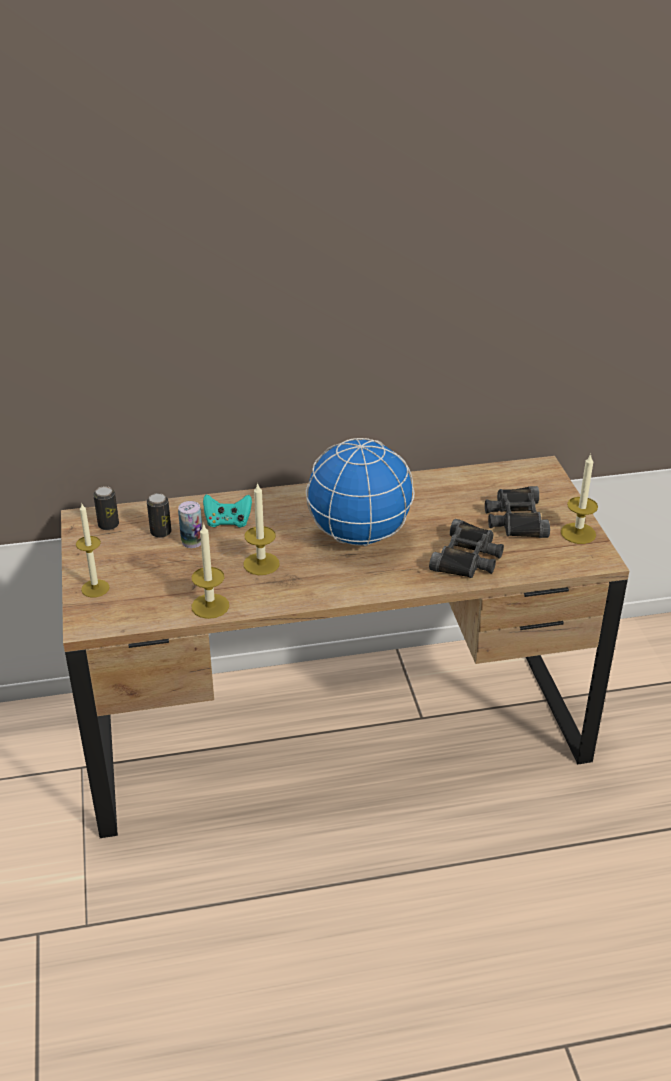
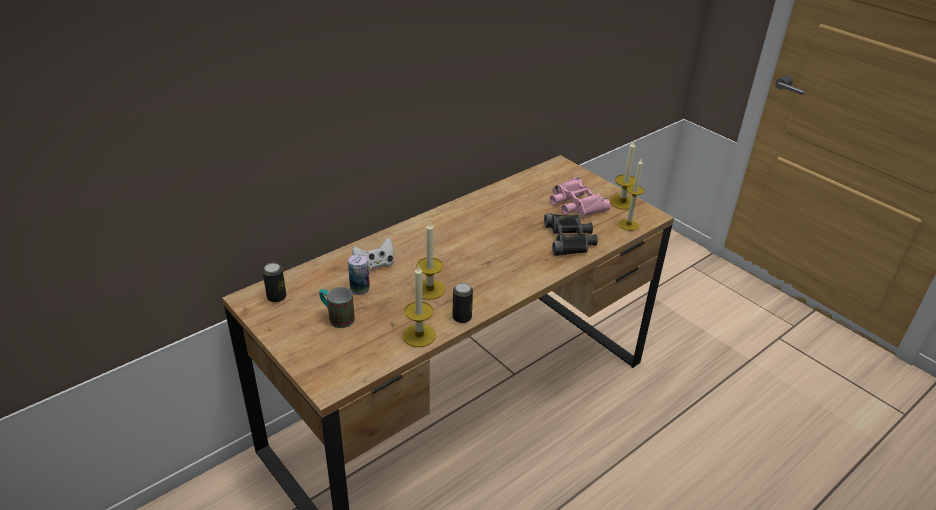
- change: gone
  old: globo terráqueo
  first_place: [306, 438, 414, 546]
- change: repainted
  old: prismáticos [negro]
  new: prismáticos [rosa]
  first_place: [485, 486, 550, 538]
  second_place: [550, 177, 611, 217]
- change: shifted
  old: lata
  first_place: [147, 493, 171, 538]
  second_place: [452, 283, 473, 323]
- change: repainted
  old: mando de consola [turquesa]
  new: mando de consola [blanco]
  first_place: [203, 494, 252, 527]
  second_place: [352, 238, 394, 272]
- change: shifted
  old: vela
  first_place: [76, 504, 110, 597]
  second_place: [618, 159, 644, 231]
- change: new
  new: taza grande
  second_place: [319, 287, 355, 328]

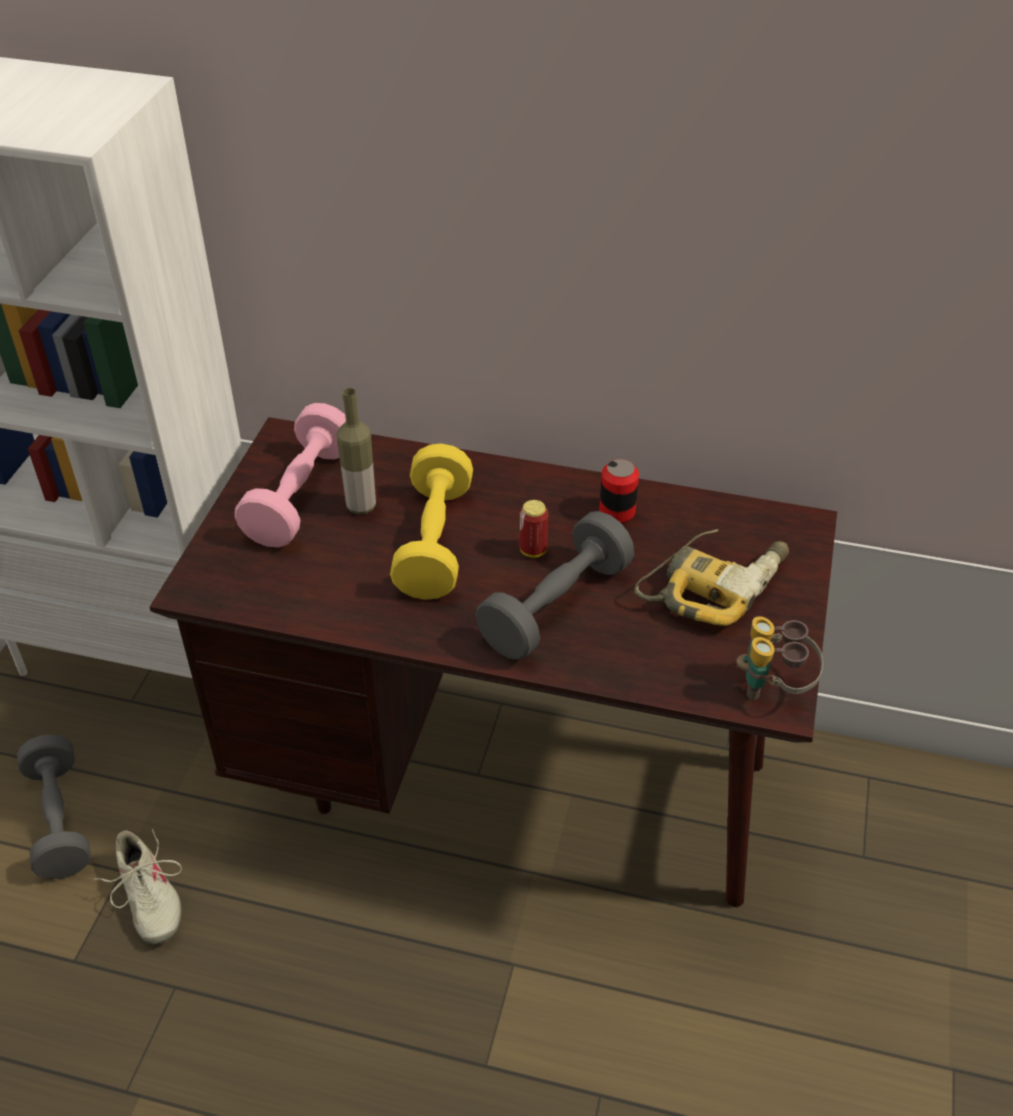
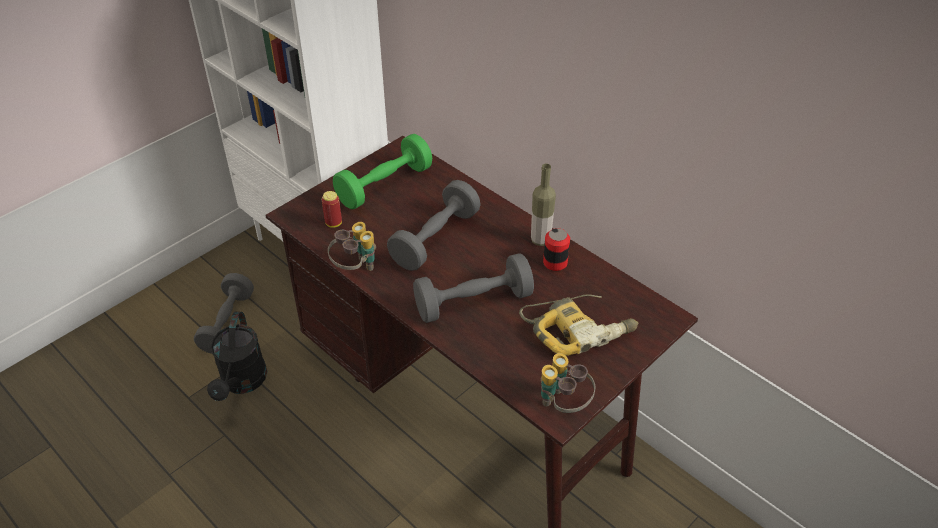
- change: shifted
  old: botella
  first_place: [337, 388, 376, 515]
  second_place: [531, 163, 556, 246]
- change: repainted
  old: mancuerna [rosa]
  new: mancuerna [verde]
  first_place: [235, 403, 346, 547]
  second_place: [333, 134, 432, 209]
- change: repainted
  old: mancuerna [amarillo]
  new: mancuerna [gris]
  first_place: [390, 444, 473, 600]
  second_place: [387, 180, 481, 271]
- change: shifted
  old: lata
  first_place: [520, 500, 548, 558]
  second_place: [322, 191, 342, 228]
- change: swapped
  old: zapato [beis]
  new: regadera [negro]
  first_place: [94, 829, 182, 945]
  second_place: [207, 312, 267, 401]
- change: new
  new: prismáticos
  second_place: [328, 222, 376, 271]

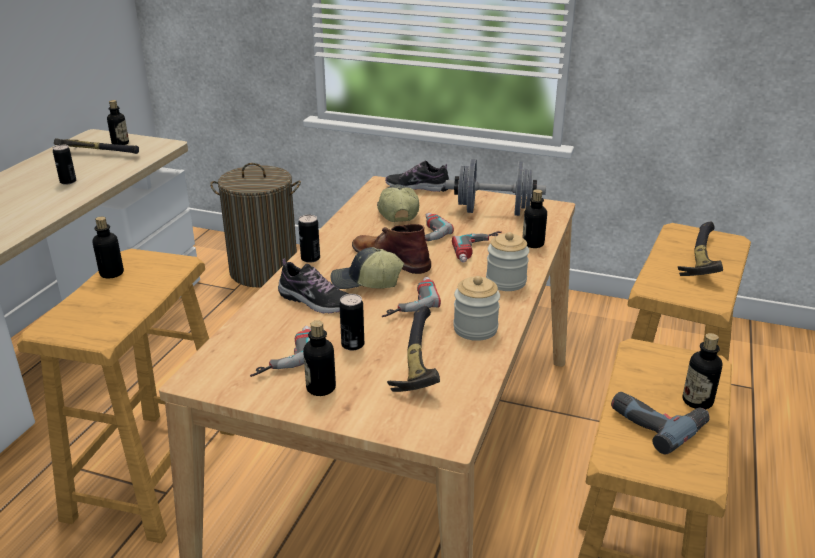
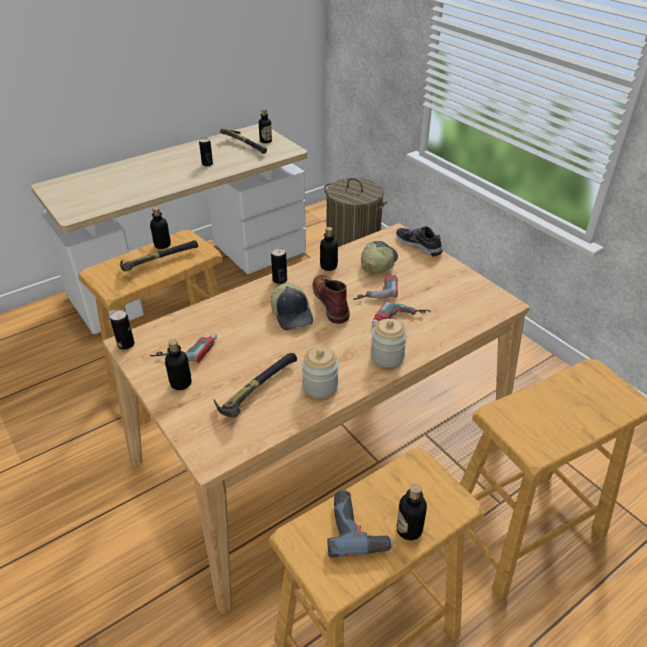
- change: gone
  old: mancuerna [gris]
  first_place: [445, 159, 546, 216]
- change: shifted
  old: botella
  first_place: [522, 189, 547, 248]
  second_place: [320, 227, 338, 271]
- change: shifted
  old: martillo
  first_place: [678, 222, 723, 276]
  second_place: [120, 240, 198, 271]
- change: rotated
  old: gorra
  first_place: [331, 247, 404, 289]
  second_place: [271, 284, 313, 330]
  degrees: -150
- change: gone
  old: zapato
  first_place: [278, 258, 349, 313]
- change: gone
  old: taladro
  first_place: [382, 277, 441, 317]
- change: shifted
  old: lata
  first_place: [339, 294, 364, 351]
  second_place: [110, 310, 135, 350]

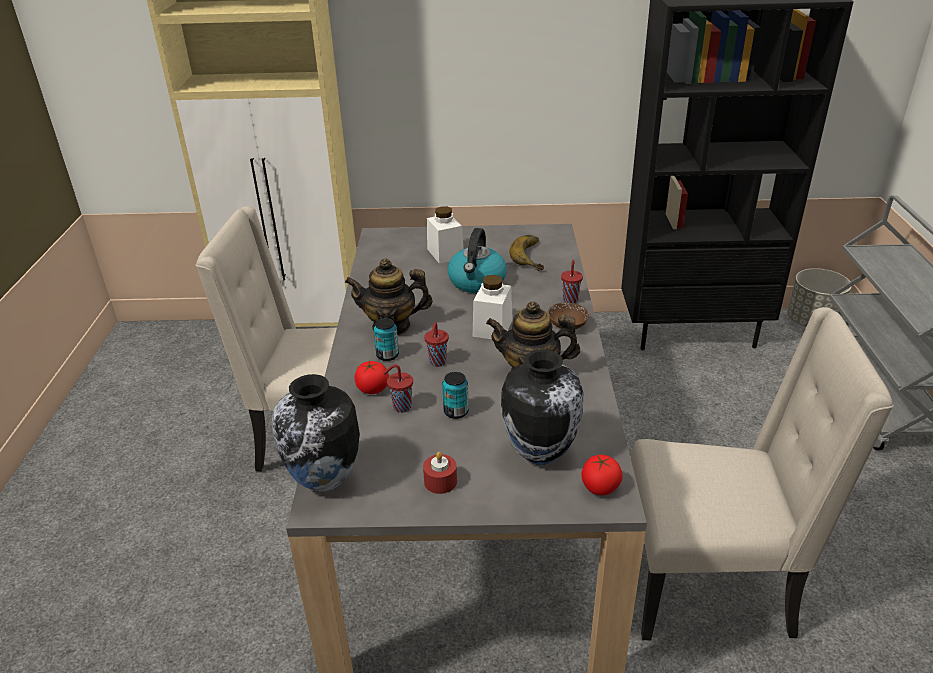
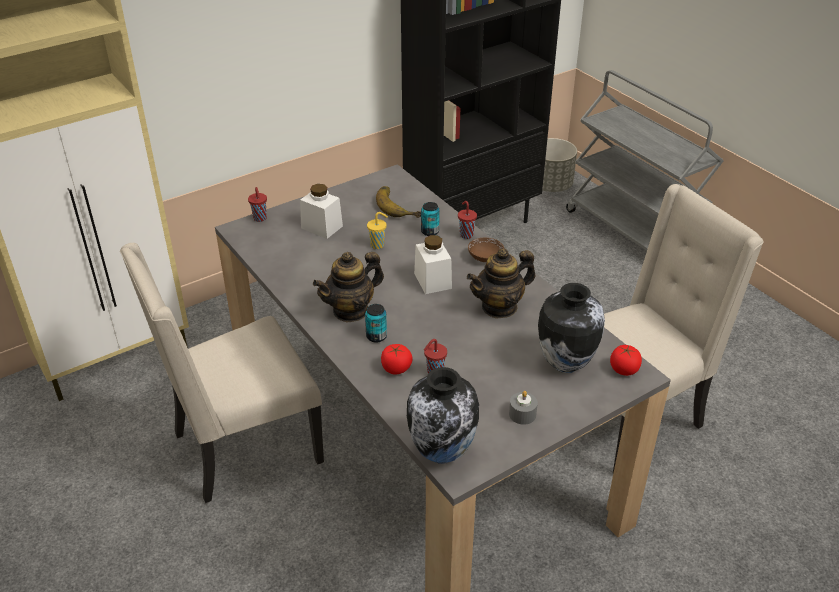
- change: swapped
  old: hervidor
  new: taza [amarillo]
  first_place: [447, 228, 507, 293]
  second_place: [367, 212, 388, 249]
- change: shifted
  old: taza [rojo]
  first_place: [424, 322, 449, 367]
  second_place: [248, 187, 267, 222]
- change: shifted
  old: lata
  first_place: [442, 372, 469, 419]
  second_place: [421, 202, 440, 236]
- change: repainted
  old: vela [rojo]
  new: vela [gris]
  first_place: [423, 452, 457, 494]
  second_place: [509, 391, 538, 425]

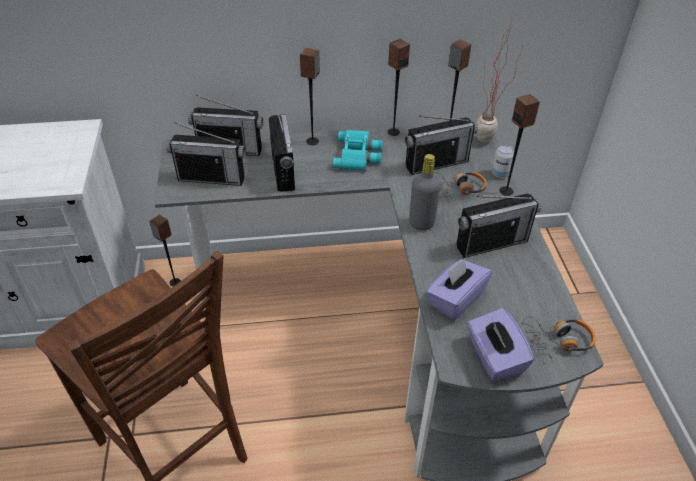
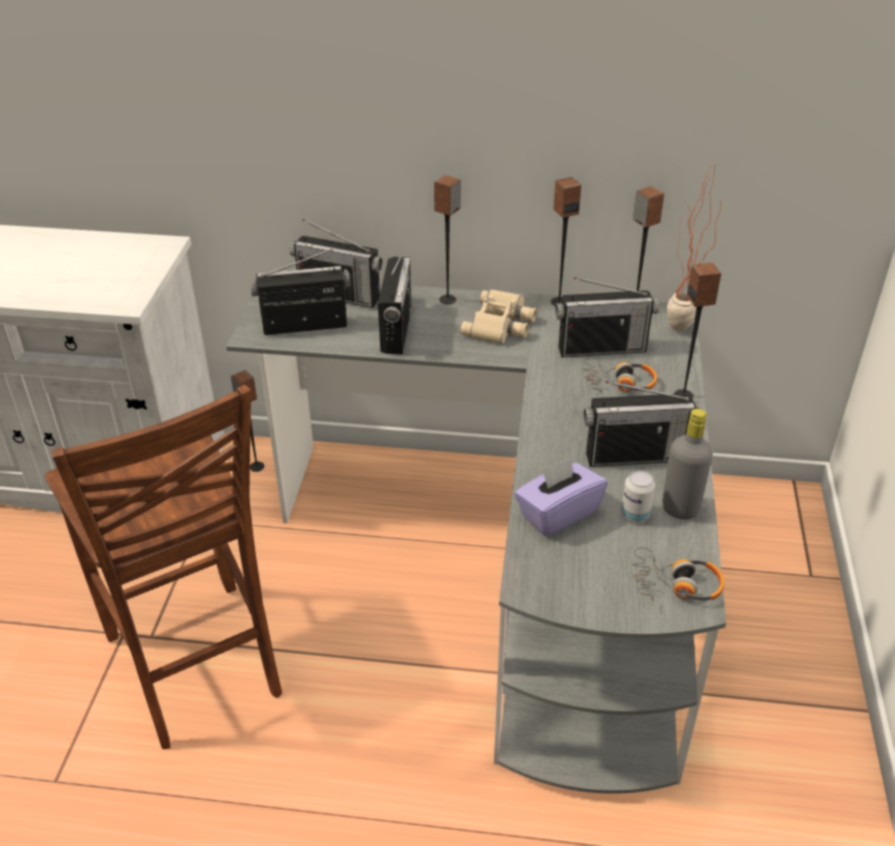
- change: rotated
  old: radio
  first_place: [166, 123, 246, 186]
  second_place: [250, 249, 350, 335]
  degrees: 150
- change: repainted
  old: prismáticos [turquesa]
  new: prismáticos [beis]
  first_place: [333, 130, 383, 171]
  second_place: [460, 289, 537, 344]
- change: shifted
  old: lata
  first_place: [492, 145, 514, 178]
  second_place: [621, 470, 655, 522]
- change: shifted
  old: botella [gris]
  first_place: [409, 154, 441, 230]
  second_place: [662, 409, 713, 520]
- change: gone
  old: caja de pañuelos [morado]
  first_place: [468, 308, 534, 381]

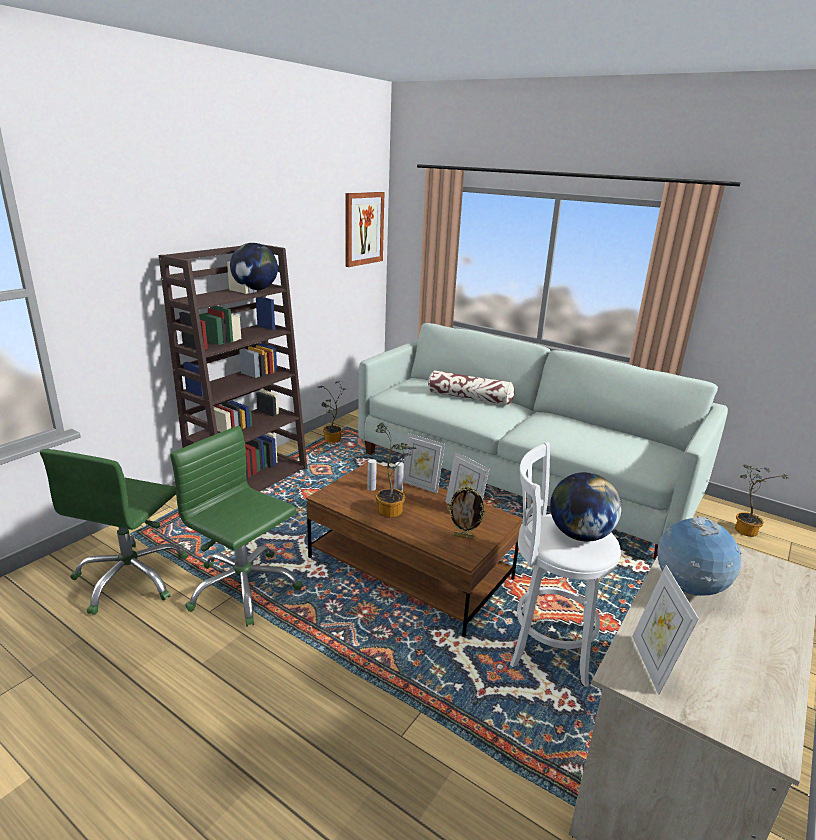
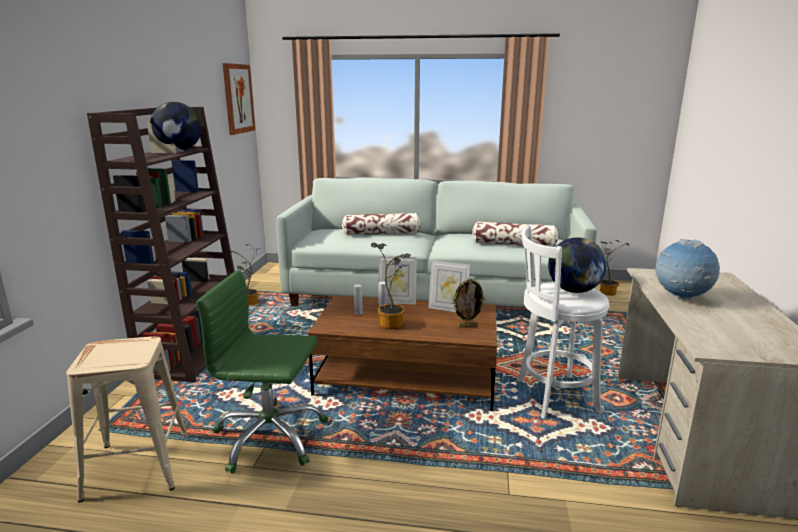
- change: swapped
  old: silla de oficina [verde]
  new: taburete [beis]
  first_place: [40, 449, 188, 615]
  second_place: [66, 336, 188, 503]
- change: gone
  old: portarretratos
  first_place: [632, 565, 699, 695]
- change: new
  new: cojín
  second_place: [472, 221, 558, 247]

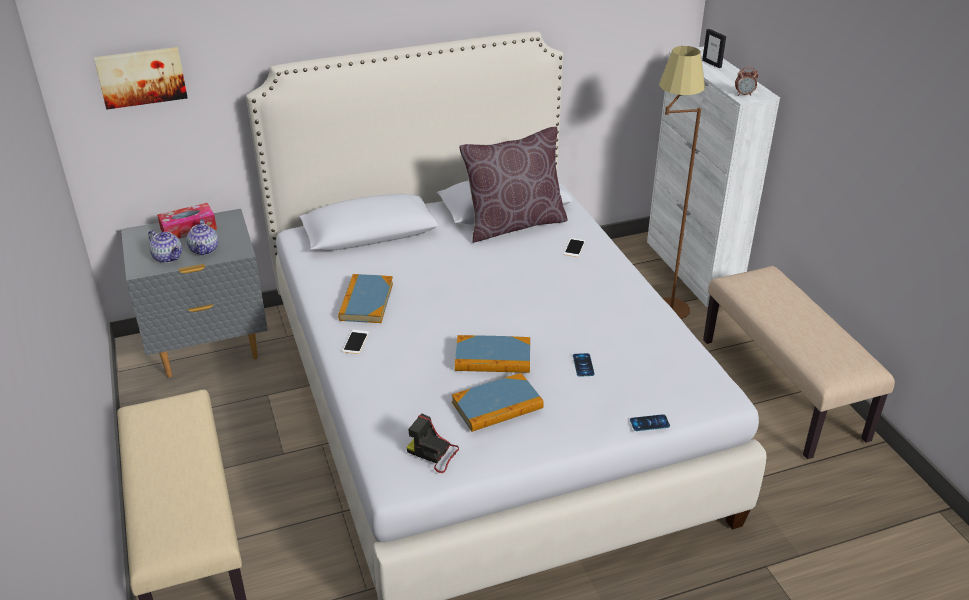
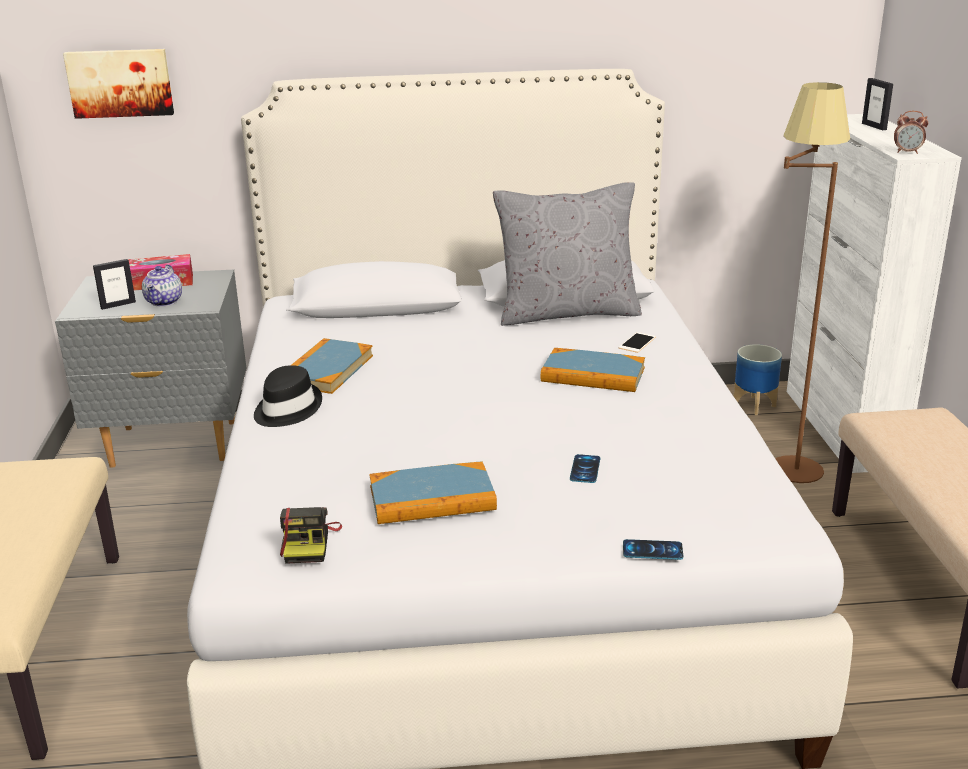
- change: repainted
  old: cojín [marrón]
  new: cojín [gris]
  first_place: [459, 127, 568, 243]
  second_place: [493, 182, 642, 326]
- change: swapped
  old: tetera
  new: portarretratos
  first_place: [148, 230, 182, 263]
  second_place: [93, 259, 136, 310]
- change: swapped
  old: móvil
  new: sombrero [negro]
  first_place: [343, 330, 369, 354]
  second_place: [254, 365, 322, 427]
- change: shifted
  old: libro
  first_place: [455, 335, 530, 373]
  second_place: [541, 348, 645, 392]
- change: rotated
  old: cámara
  first_place: [406, 413, 459, 473]
  second_place: [280, 507, 342, 564]
  degrees: -135
- change: new
  new: maceta
  second_place: [734, 344, 782, 415]

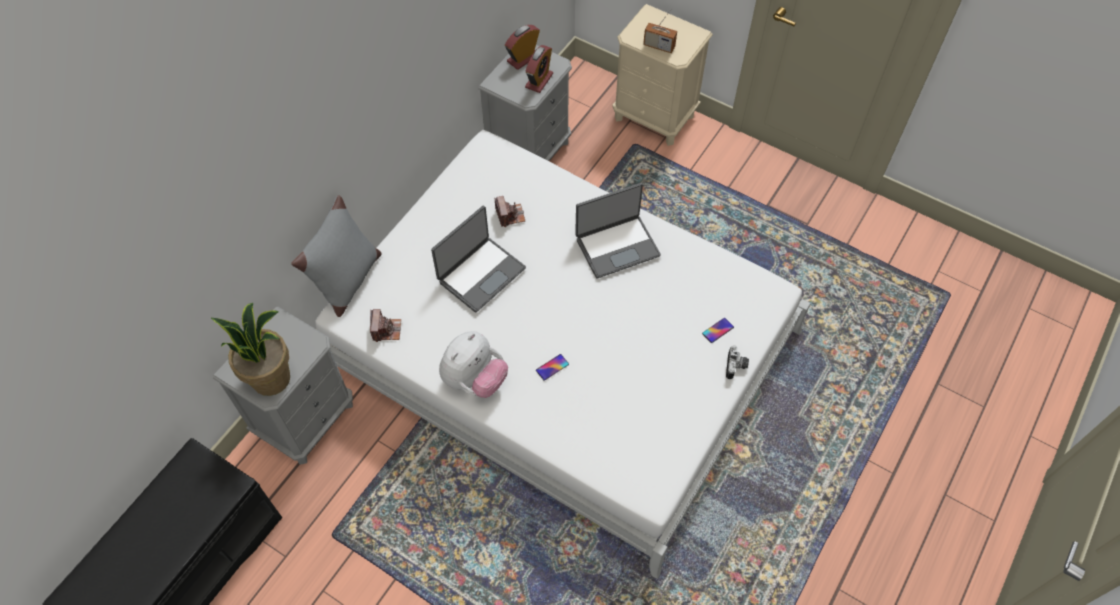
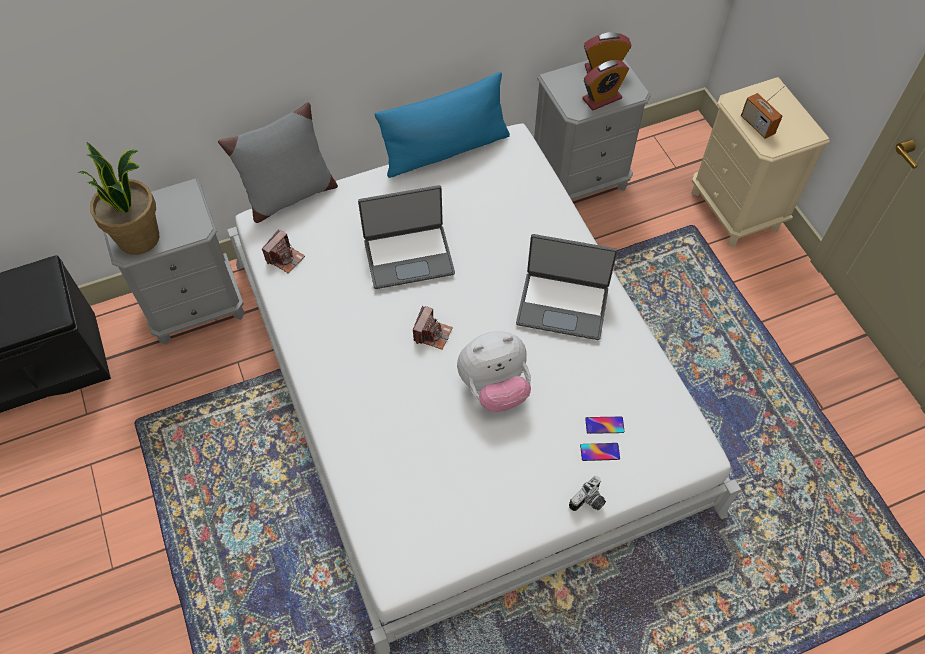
- change: shifted
  old: cámara
  first_place: [495, 196, 525, 227]
  second_place: [413, 306, 453, 350]
- change: shifted
  old: peluche
  first_place: [439, 331, 508, 398]
  second_place: [457, 331, 531, 412]
- change: shifted
  old: móvil
  first_place: [536, 354, 569, 380]
  second_place: [585, 417, 624, 434]
- change: new
  new: cojín [azul]
  second_place: [375, 72, 510, 178]

